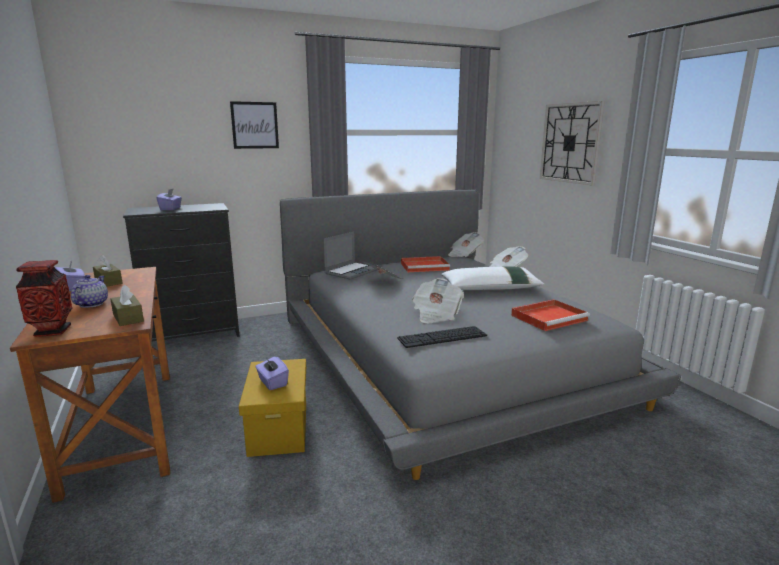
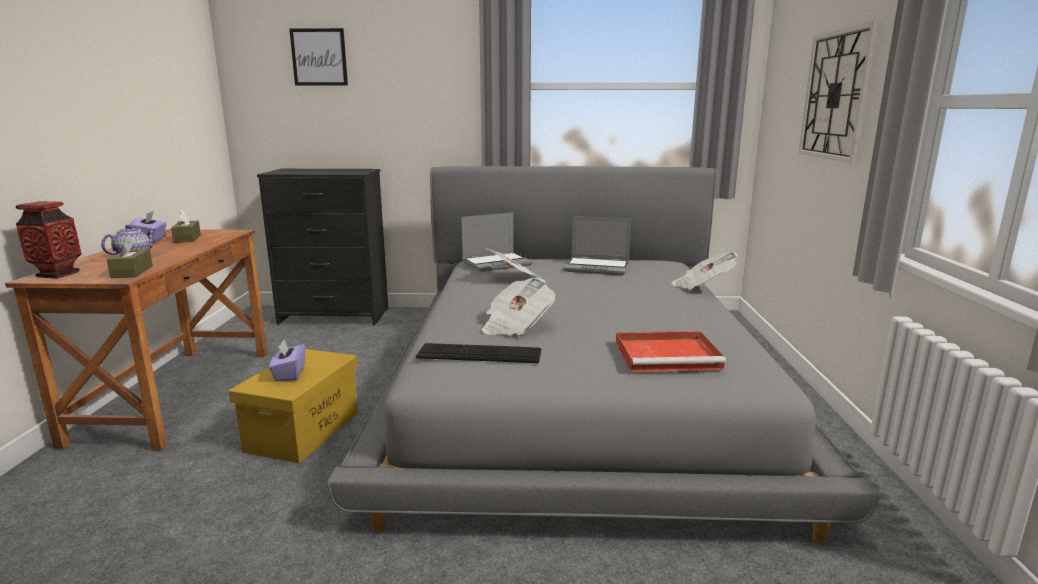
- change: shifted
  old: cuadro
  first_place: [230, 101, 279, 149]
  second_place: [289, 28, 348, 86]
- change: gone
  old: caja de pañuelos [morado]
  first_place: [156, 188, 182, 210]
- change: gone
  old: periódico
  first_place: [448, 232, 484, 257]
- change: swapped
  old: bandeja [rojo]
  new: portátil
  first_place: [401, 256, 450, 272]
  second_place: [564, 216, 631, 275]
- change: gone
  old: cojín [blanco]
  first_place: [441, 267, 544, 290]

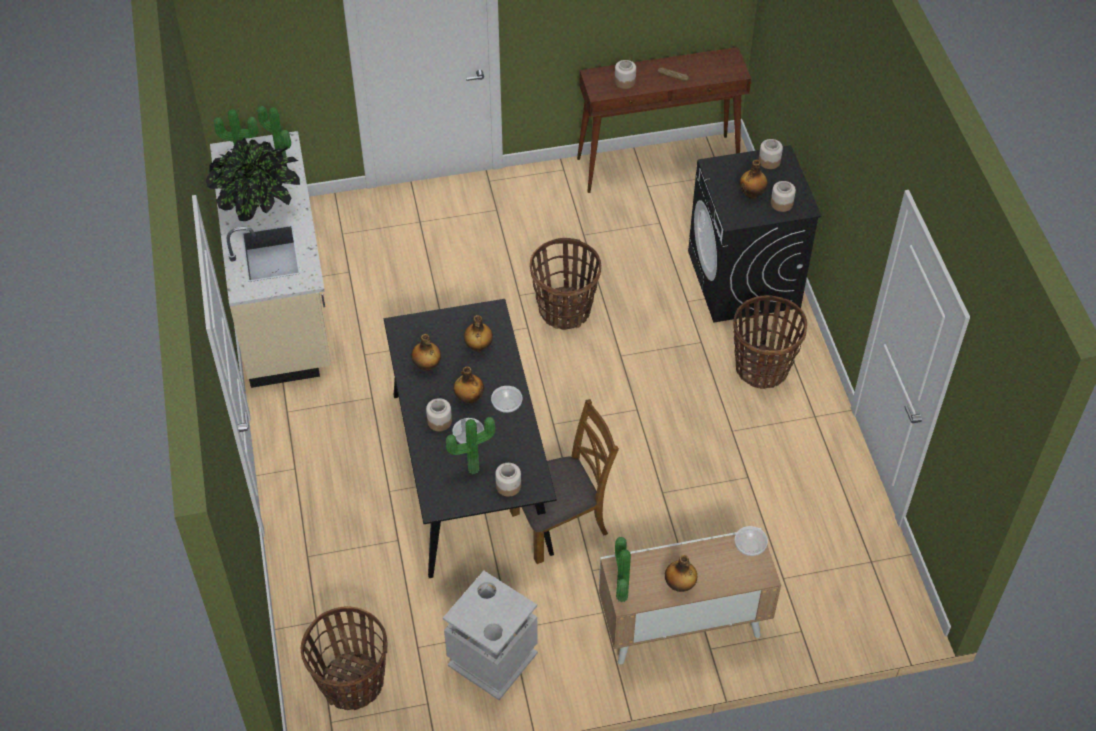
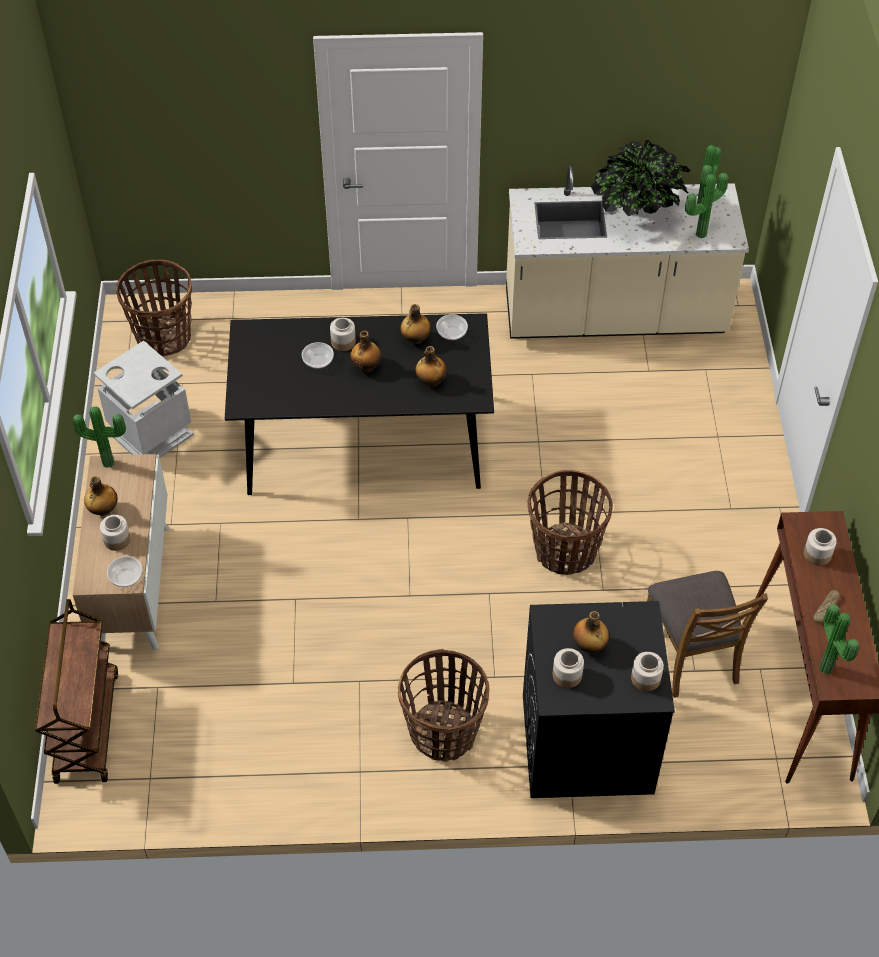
- change: shifted
  old: cuenco
  first_place: [491, 386, 523, 413]
  second_place: [436, 314, 468, 340]
- change: shifted
  old: silla [marrón]
  first_place: [510, 399, 619, 564]
  second_place: [647, 571, 768, 698]
- change: shifted
  old: planta en maceta
  first_place: [446, 417, 495, 474]
  second_place: [819, 604, 859, 674]
- change: shifted
  old: tarro
  first_place: [495, 463, 521, 497]
  second_place: [100, 515, 131, 551]
- change: new
  new: carrito [marrón]
  second_place: [35, 599, 118, 784]

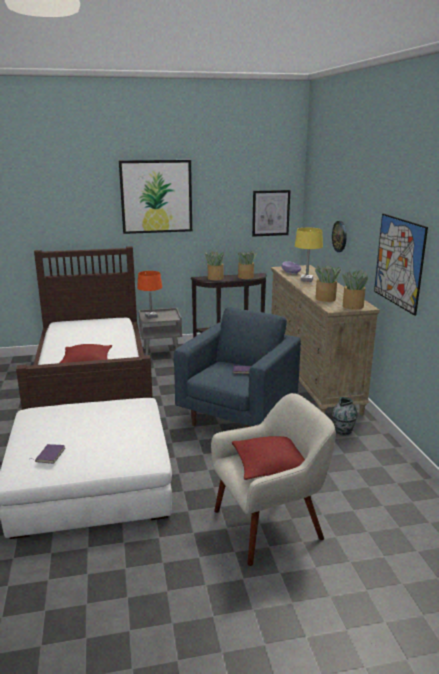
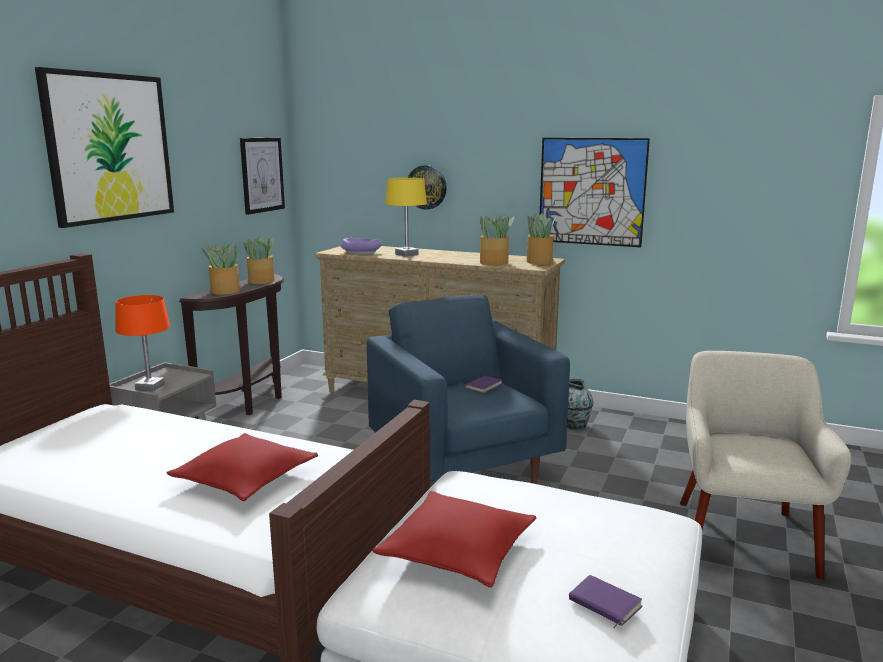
- change: shifted
  old: cojín [rojo]
  first_place: [232, 436, 305, 480]
  second_place: [372, 491, 536, 587]

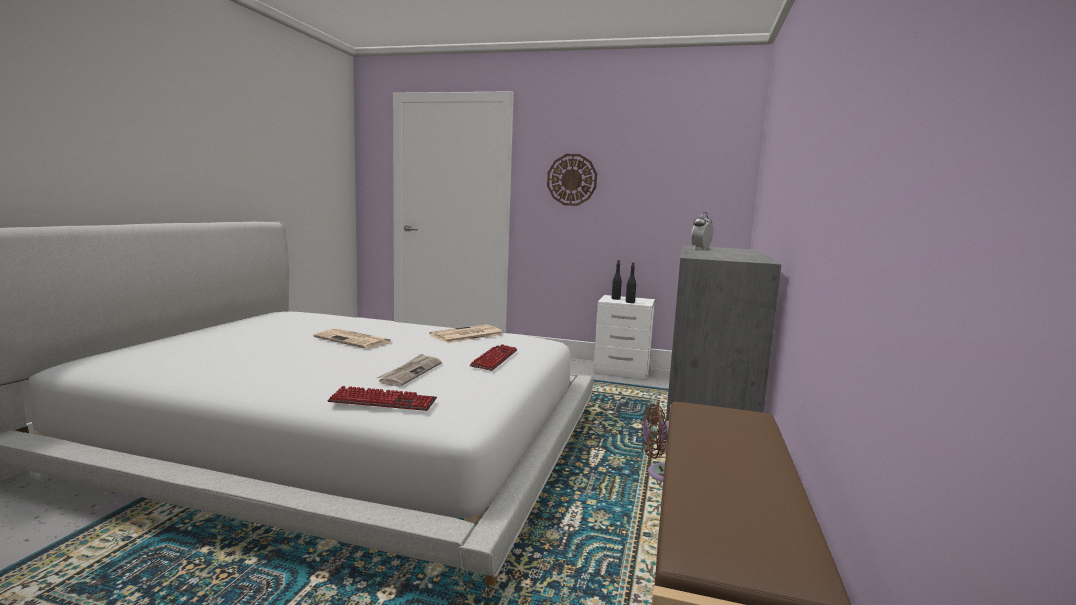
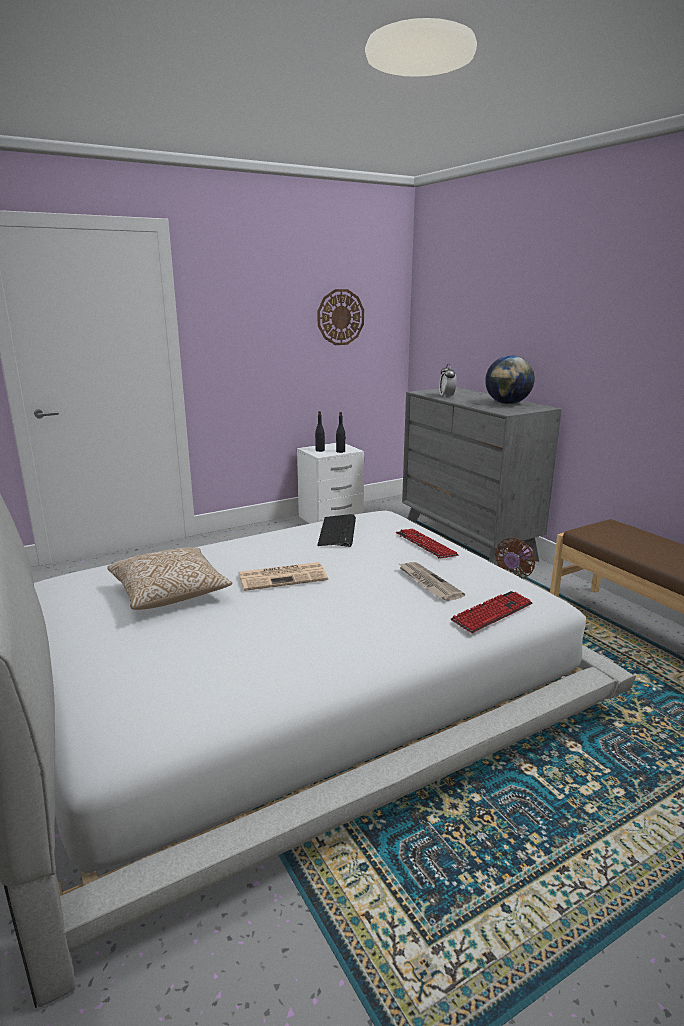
- change: shifted
  old: reloj de pared
  first_place: [547, 154, 597, 206]
  second_place: [317, 289, 364, 345]
- change: swapped
  old: periódico
  new: teclado
  first_place: [429, 325, 504, 343]
  second_place: [317, 514, 356, 547]
- change: new
  new: globo terráqueo
  second_place: [485, 355, 535, 404]
- change: new
  new: cojín
  second_place: [107, 547, 232, 610]

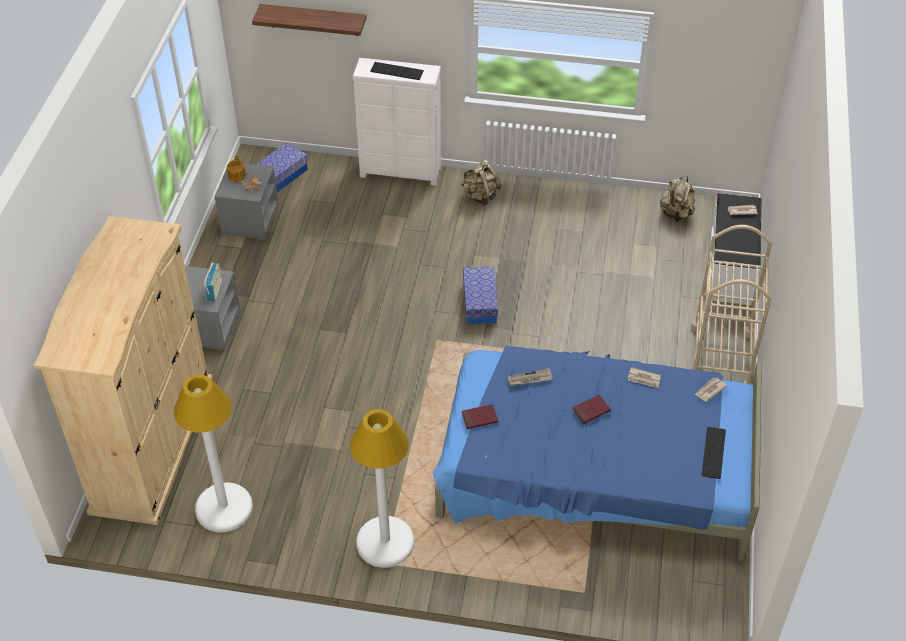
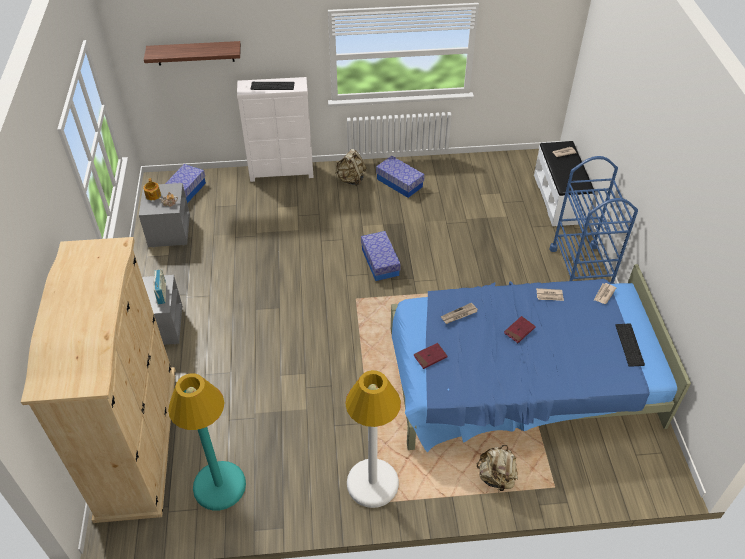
- change: shifted
  old: mochila [beis]
  first_place: [660, 176, 695, 222]
  second_place: [477, 445, 518, 491]
- change: repainted
  old: carrito [beis]
  new: carrito [azul]
  first_place: [691, 225, 772, 384]
  second_place: [549, 156, 638, 284]
- change: repainted
  old: lámpara de pie [blanco]
  new: lámpara de pie [turquesa]
  first_place: [174, 374, 253, 532]
  second_place: [168, 373, 246, 511]
- change: new
  new: caja de almacenaje
  second_place: [376, 156, 425, 198]

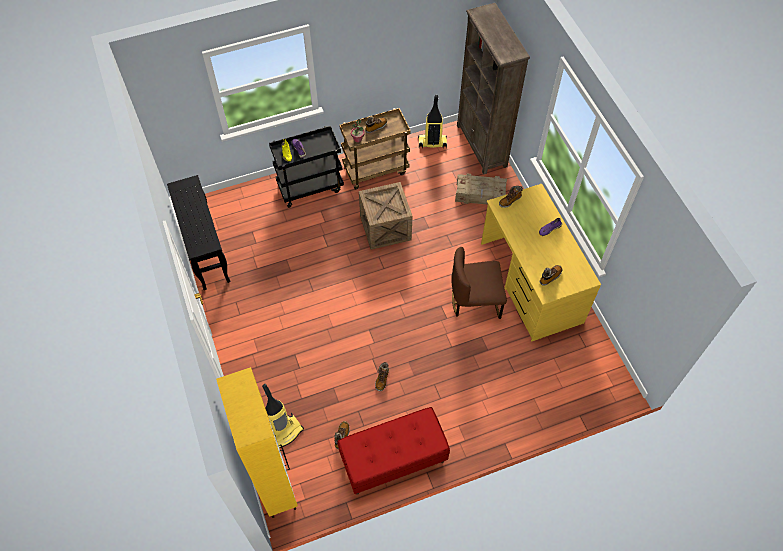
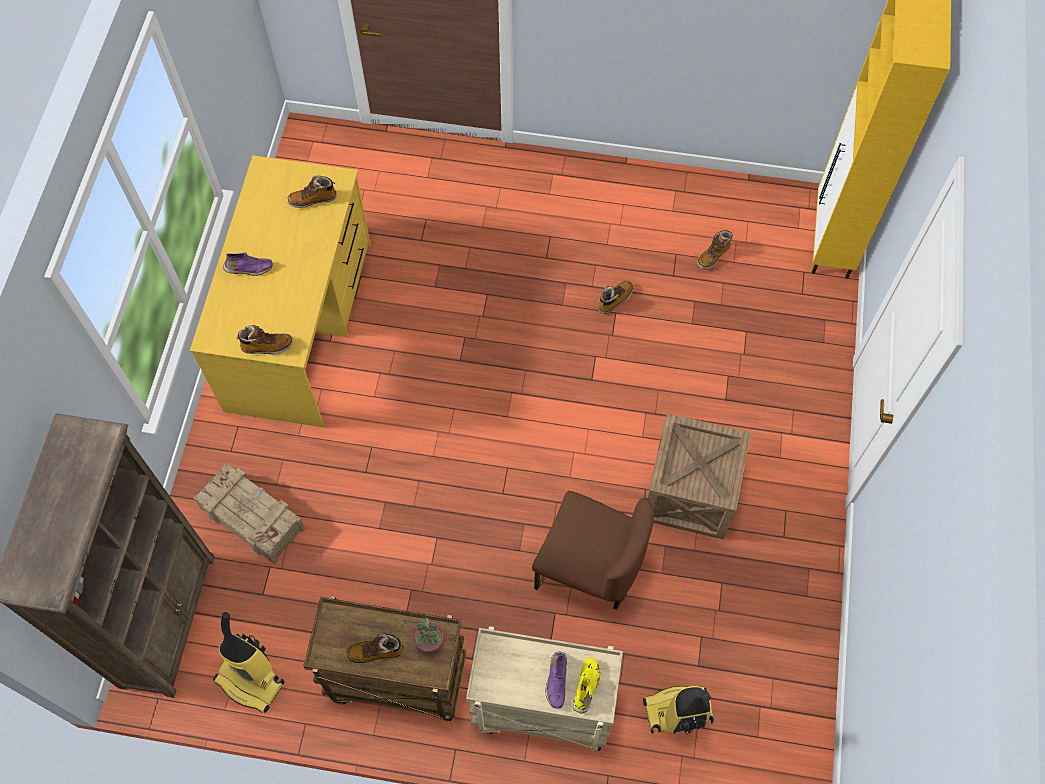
- change: repainted
  old: carrito [negro]
  new: carrito [beis]
  first_place: [269, 126, 344, 208]
  second_place: [466, 626, 623, 751]
- change: gone
  old: mesa consola [negro]
  first_place: [167, 175, 230, 290]
- change: shifted
  old: caja de embalaje
  first_place: [359, 182, 412, 250]
  second_place: [647, 413, 751, 539]
- change: shifted
  old: silla [marrón]
  first_place: [451, 247, 507, 319]
  second_place: [532, 491, 654, 610]
- change: shifted
  old: aspiradora
  first_place: [262, 384, 304, 448]
  second_place: [643, 686, 714, 735]
- change: gone
  old: banco [rojo]
  first_place: [337, 407, 450, 495]

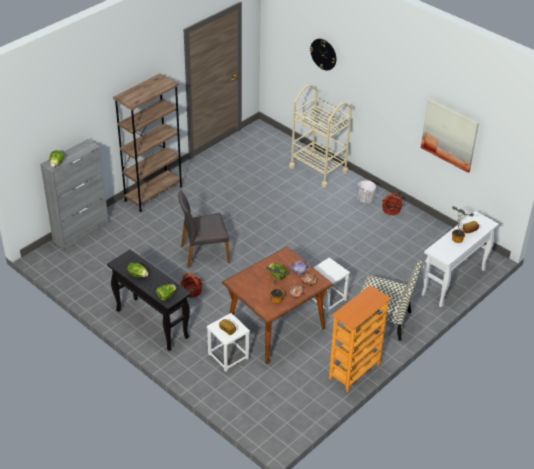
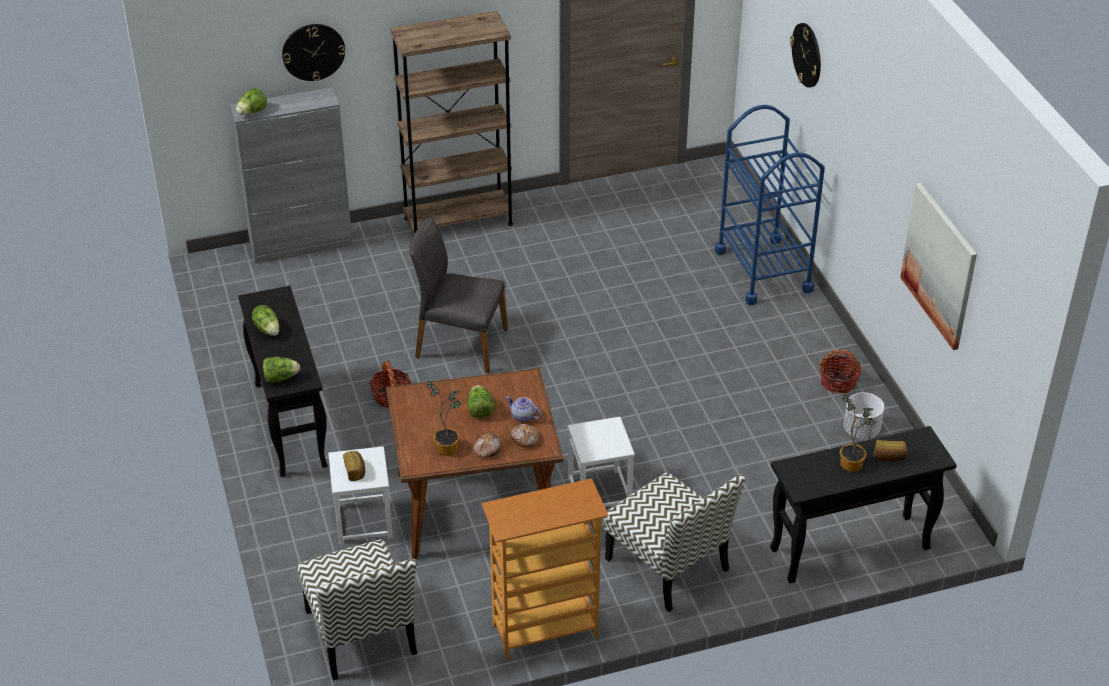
- change: repainted
  old: carrito [beis]
  new: carrito [azul]
  first_place: [289, 85, 352, 188]
  second_place: [715, 105, 825, 305]
- change: shifted
  old: maceta [blanco]
  first_place: [357, 180, 376, 203]
  second_place: [844, 392, 884, 439]
- change: repainted
  old: mesa consola [blanco]
  new: mesa consola [negro]
  first_place: [421, 211, 499, 307]
  second_place: [770, 426, 957, 583]
- change: new
  new: reloj de pared
  second_place: [282, 24, 345, 81]
- change: new
  new: silla
  second_place: [297, 539, 417, 681]

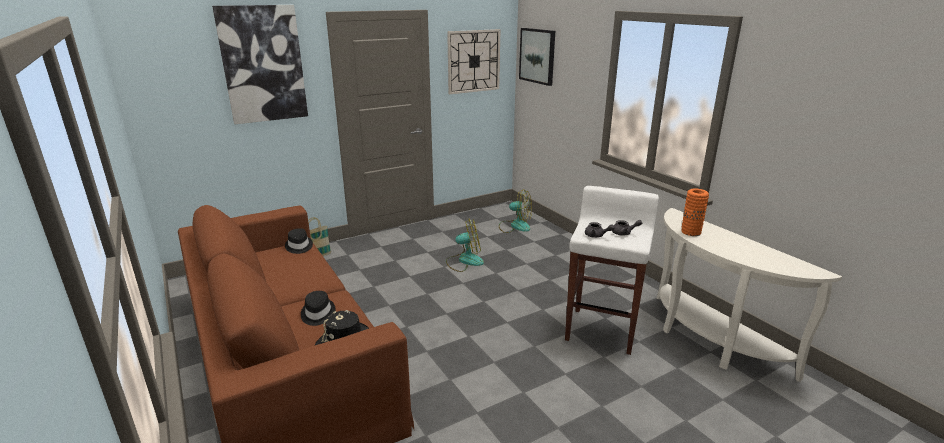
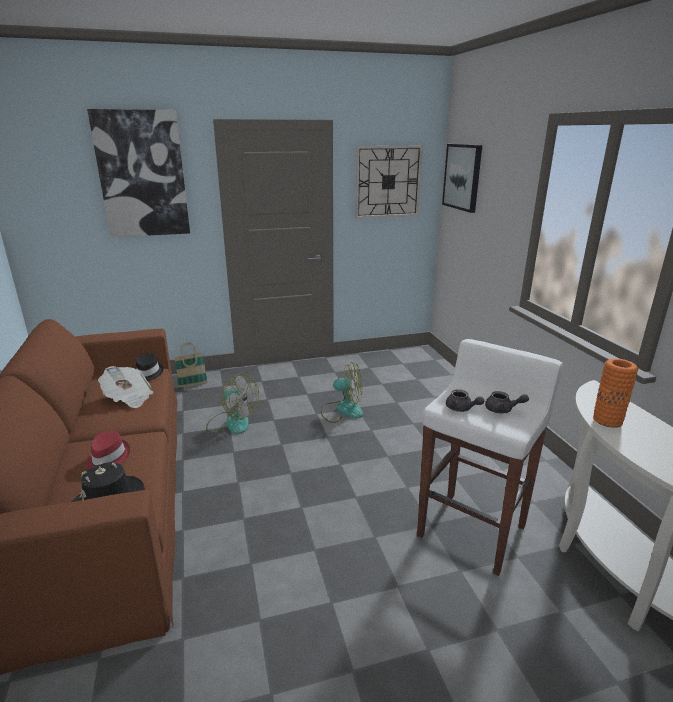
- change: shifted
  old: ventilador
  first_place: [499, 189, 532, 233]
  second_place: [206, 374, 259, 434]
- change: repainted
  old: sombrero [negro]
  new: sombrero [rojo]
  first_place: [301, 291, 335, 326]
  second_place: [86, 431, 130, 470]
- change: new
  new: periódico
  second_place: [98, 366, 154, 408]

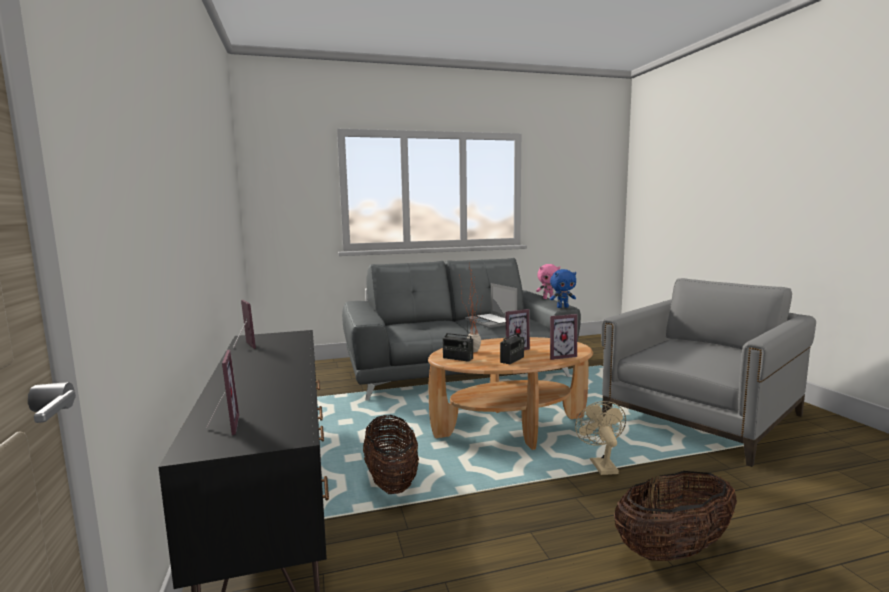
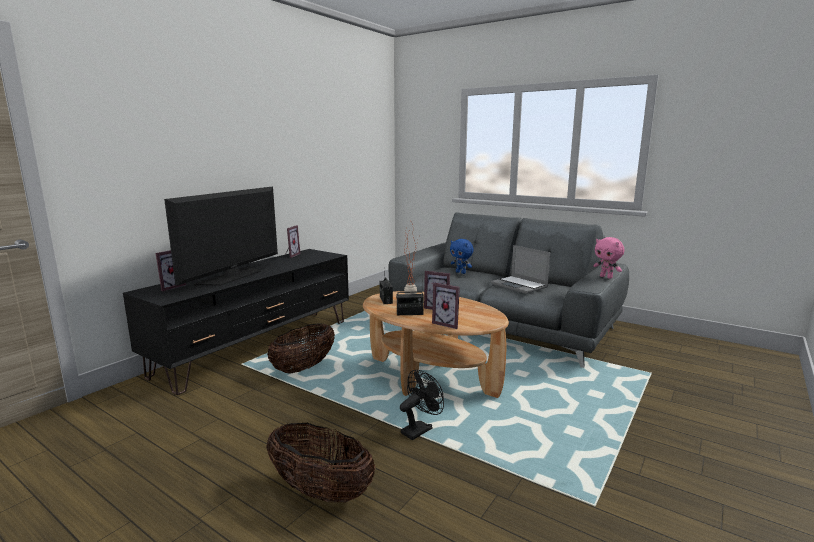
- change: shifted
  old: peluche [azul]
  first_place: [550, 269, 576, 308]
  second_place: [450, 239, 474, 274]
- change: gone
  old: sillón [gris]
  first_place: [601, 278, 816, 467]
- change: rotated
  old: portátil
  first_place: [465, 283, 517, 328]
  second_place: [491, 245, 551, 294]
  degrees: -60
- change: repainted
  old: ventilador [beis]
  new: ventilador [negro]
  first_place: [575, 401, 626, 475]
  second_place: [400, 370, 444, 440]
- change: new
  new: televisor
  second_place: [164, 187, 278, 286]

